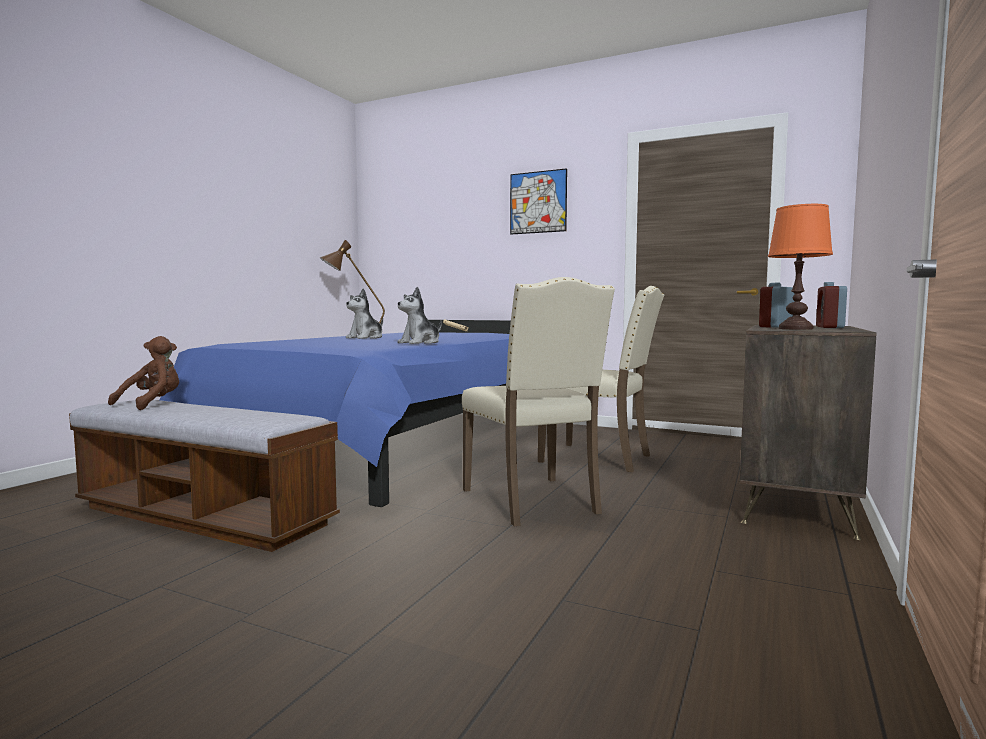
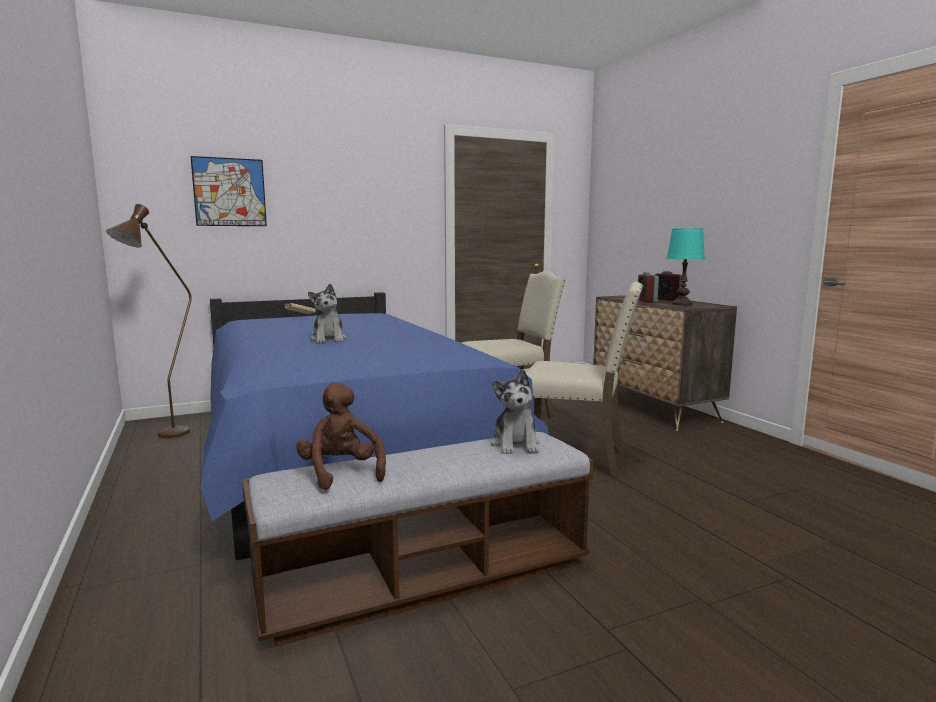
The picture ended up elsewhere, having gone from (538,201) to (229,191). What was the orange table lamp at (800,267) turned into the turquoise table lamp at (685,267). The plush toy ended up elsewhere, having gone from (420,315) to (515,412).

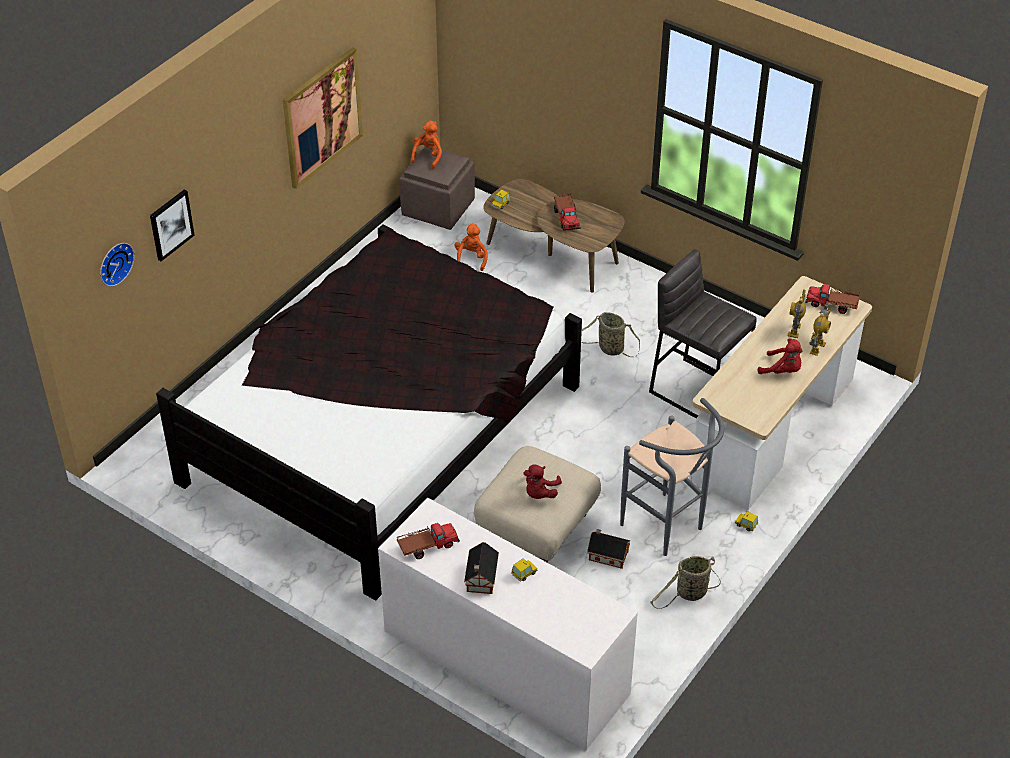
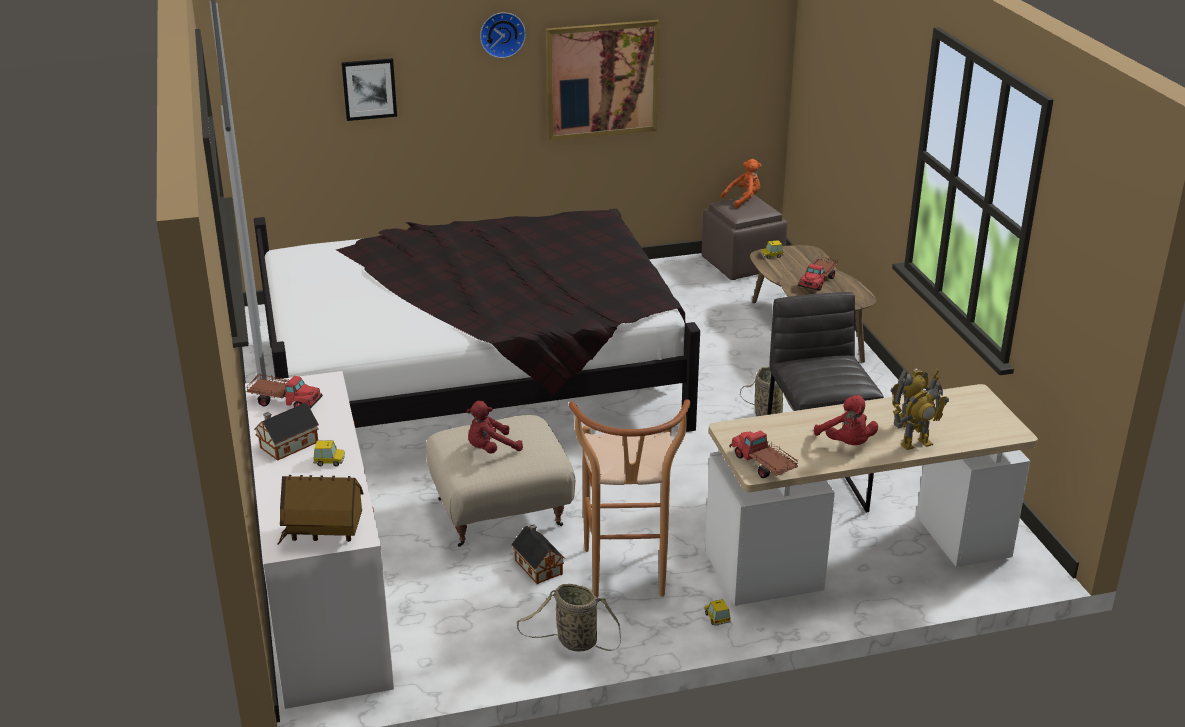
The second view lost the orange plush toy at (471,247). The wall clock ended up elsewhere, having gone from (117,264) to (503,35). The toy truck ended up elsewhere, having gone from (832,299) to (763,454). What was the grey stool at (672,477) turned into the brown stool at (630,498). The second view gained the toy house at (320,510).

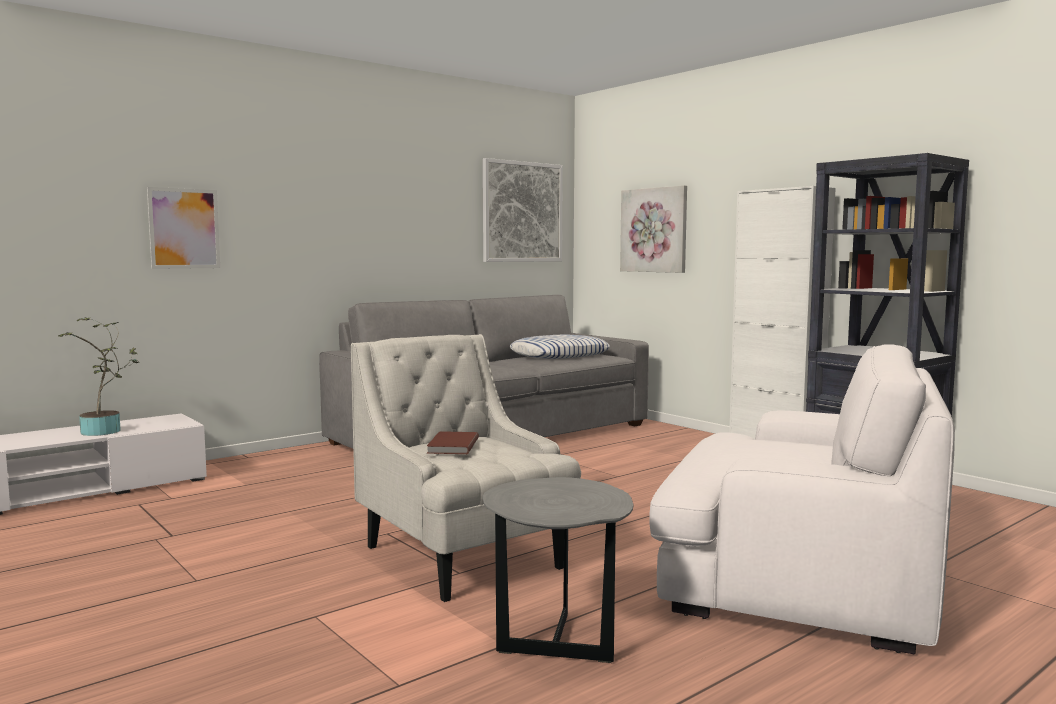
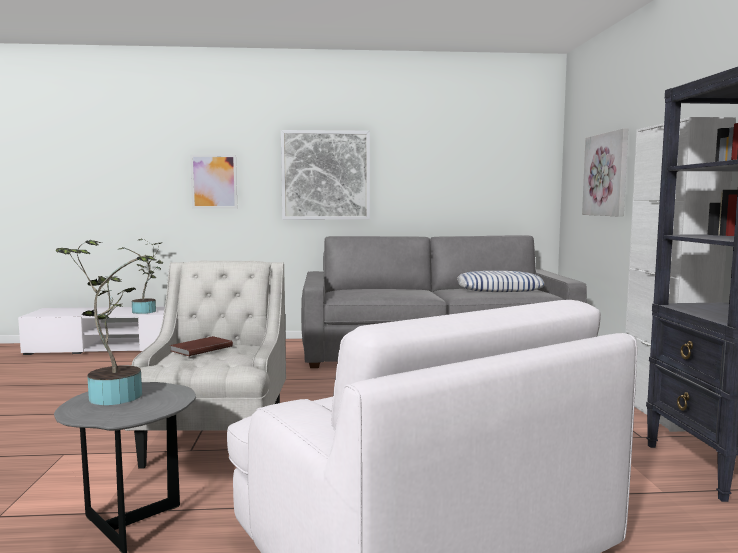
The picture ended up elsewhere, having gone from (523,210) to (325,175). The second view gained the potted plant at (106,322).

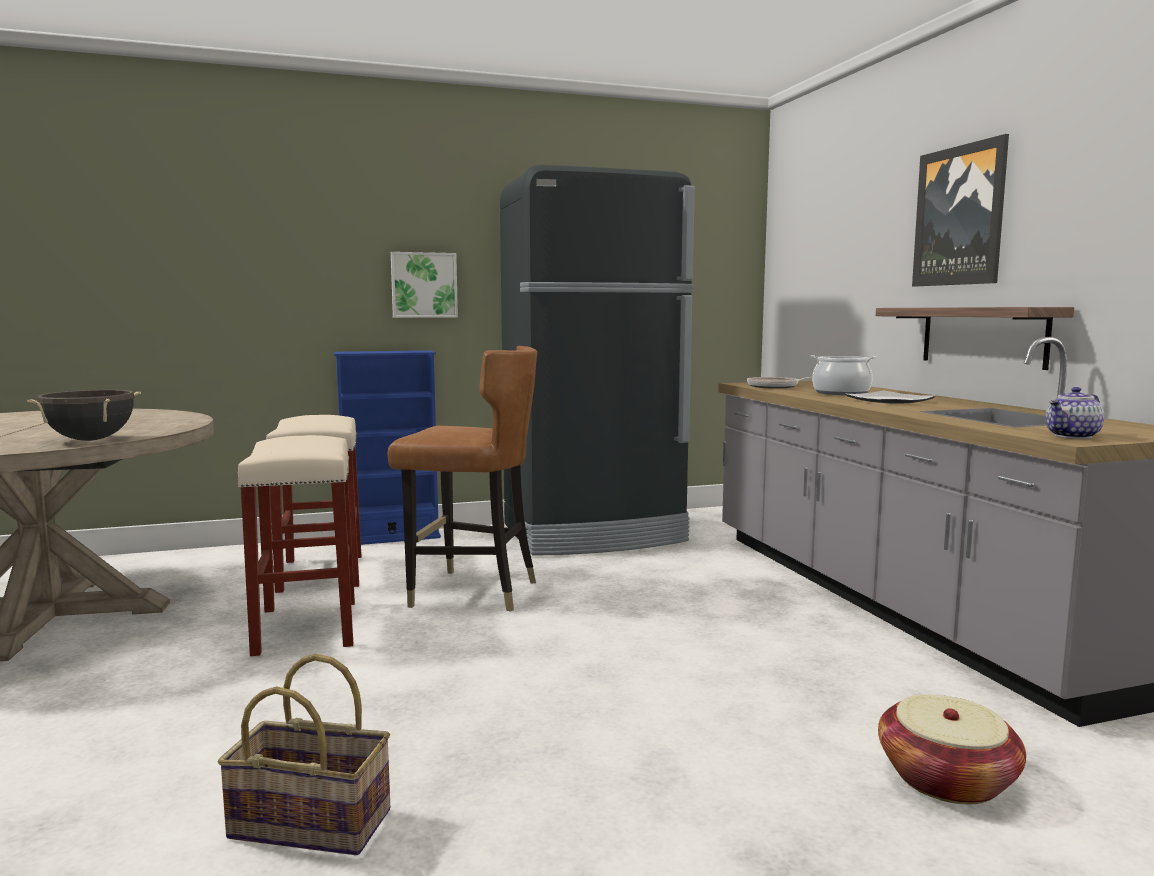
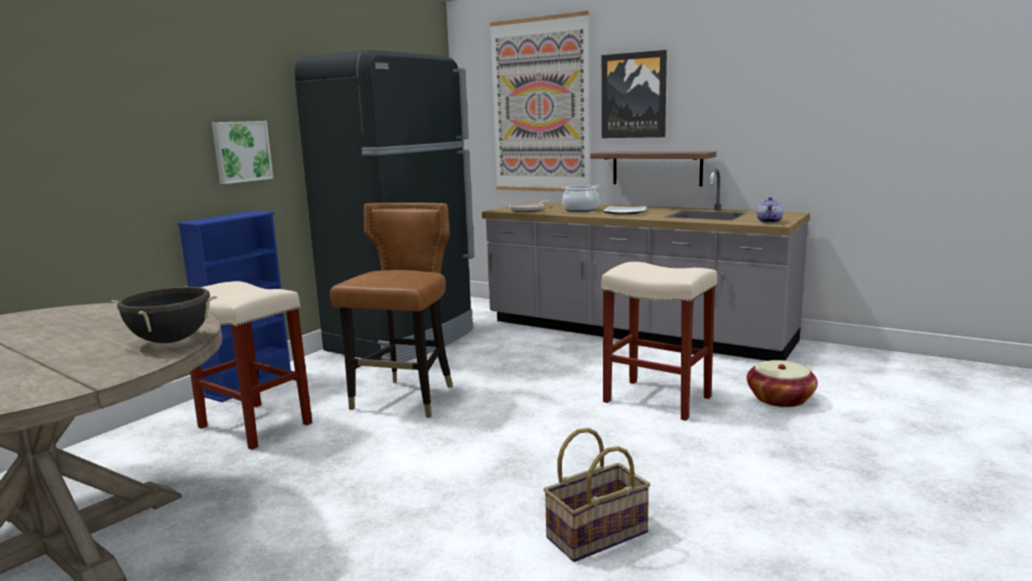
The brown chair at (462,479) ended up facing another way, 45 degrees counterclockwise from before. The beige stool ended up elsewhere, having gone from (296,545) to (659,341). The second view gained the picture at (540,101).

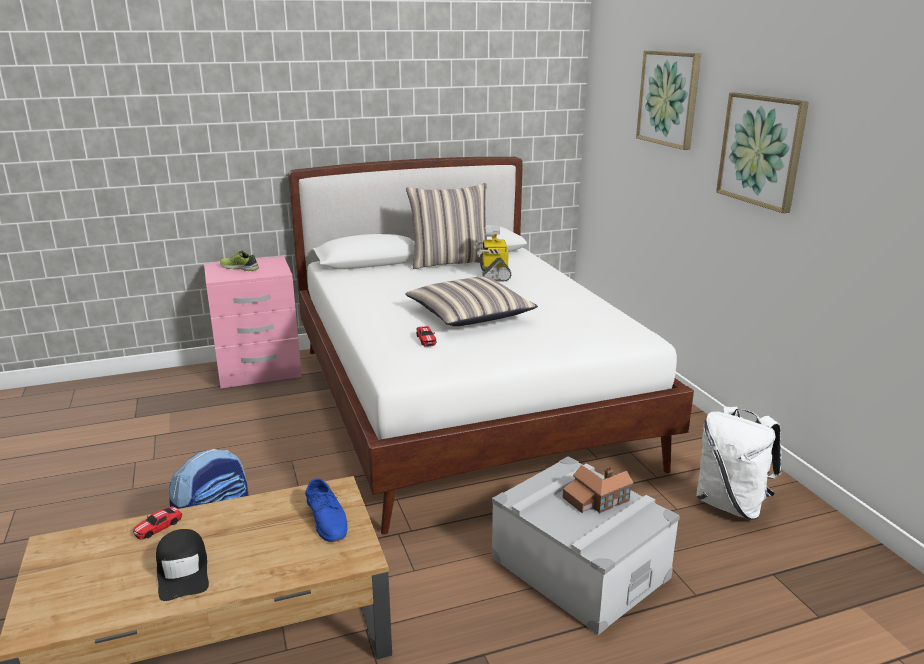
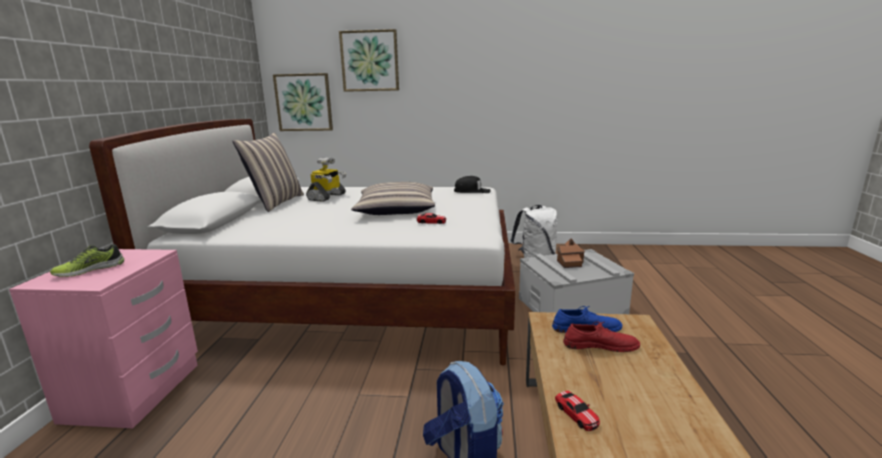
The picture ended up elsewhere, having gone from (762,152) to (303,102). The toy robot at (493,254) ended up facing another way, 90 degrees counterclockwise from before. The black cap ended up elsewhere, having gone from (182,565) to (472,184). The second view gained the red shoe at (601,337).

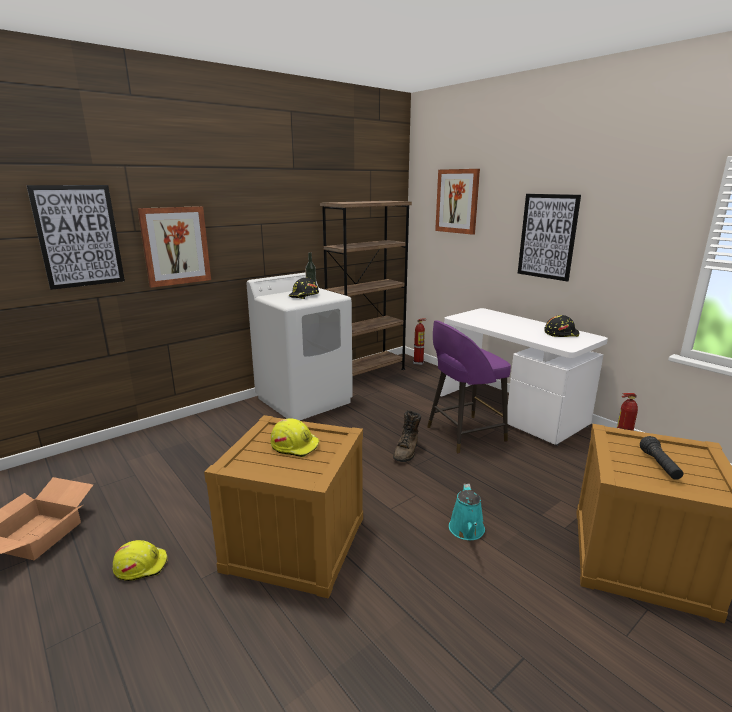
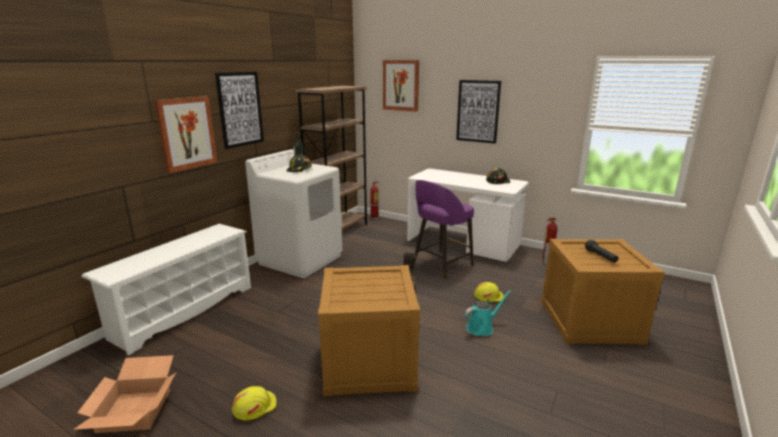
The picture ended up elsewhere, having gone from (75,237) to (239,110). The yellow hard hat ended up elsewhere, having gone from (295,437) to (489,292). The turquoise watering can at (467,512) ended up facing another way, 105 degrees counterclockwise from before. The second view gained the white shoe rack at (166,290).

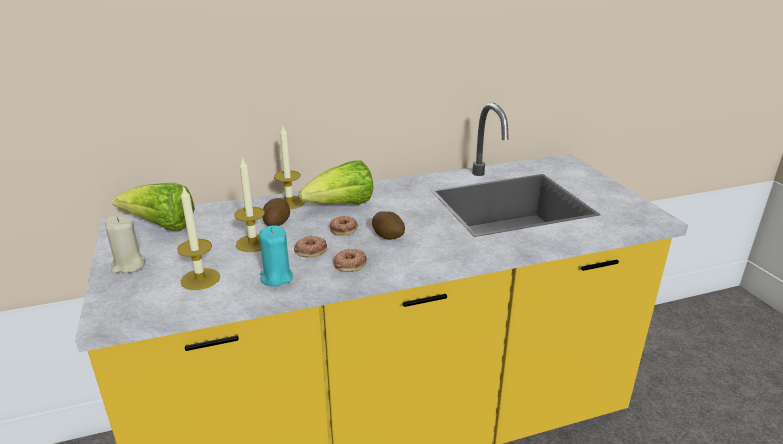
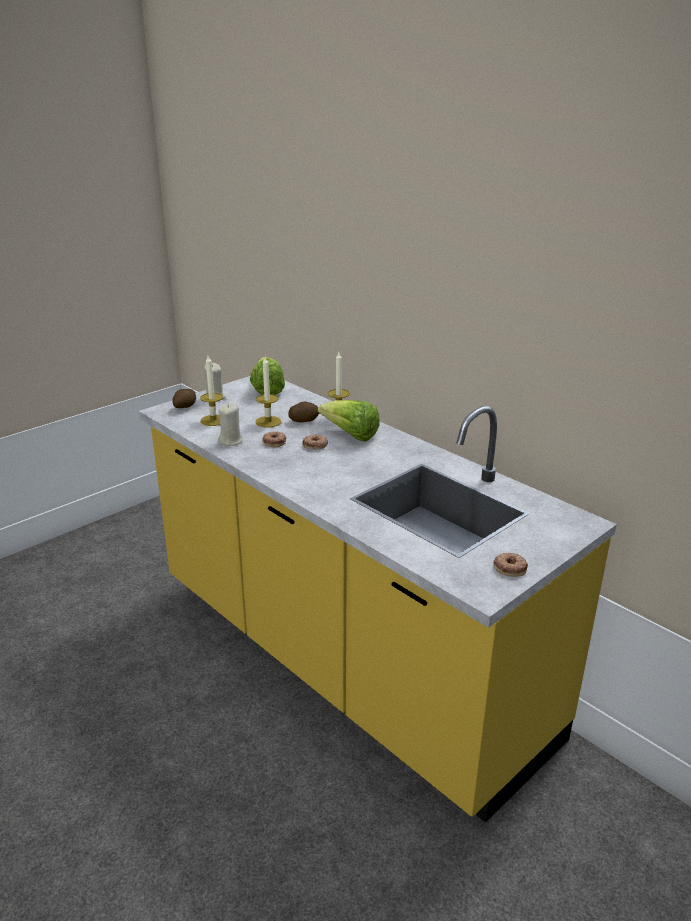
The potato ended up elsewhere, having gone from (388,225) to (184,398). What was the turquoise candle at (276,255) turned into the beige candle at (230,424). The donut ended up elsewhere, having gone from (350,260) to (510,565).

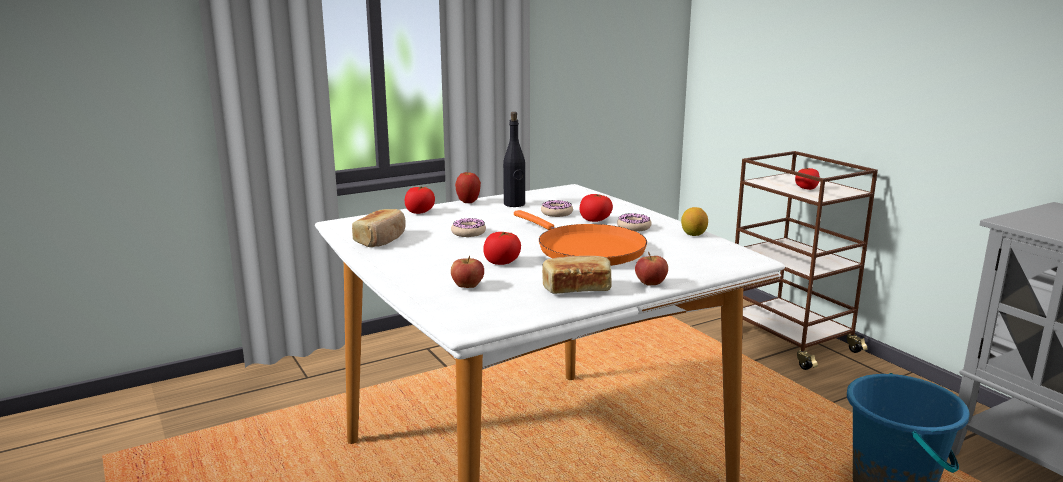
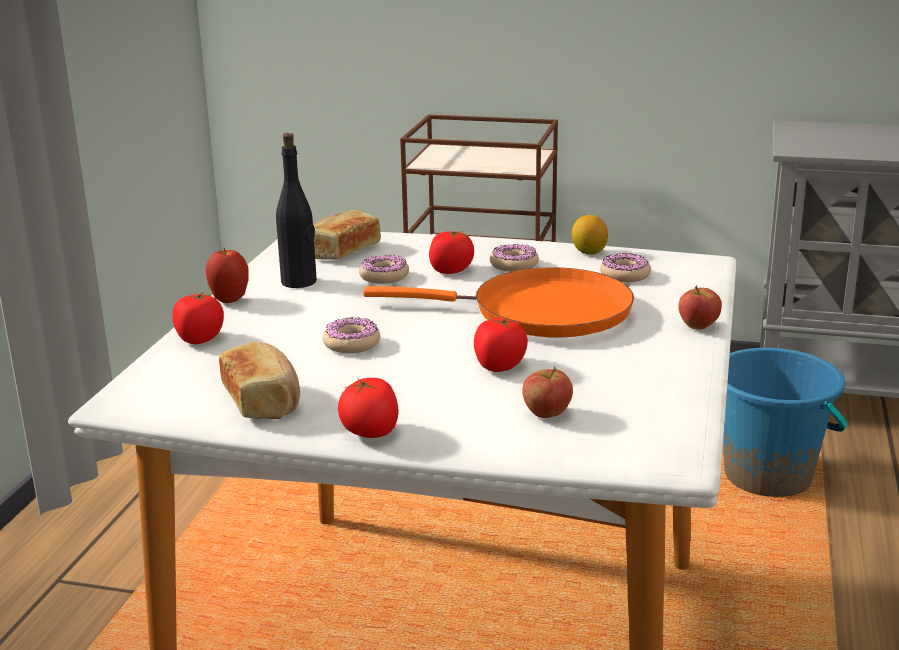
The tomato ended up elsewhere, having gone from (807,179) to (368,408). The bread ended up elsewhere, having gone from (576,275) to (347,235). The second view gained the donut at (625,267).

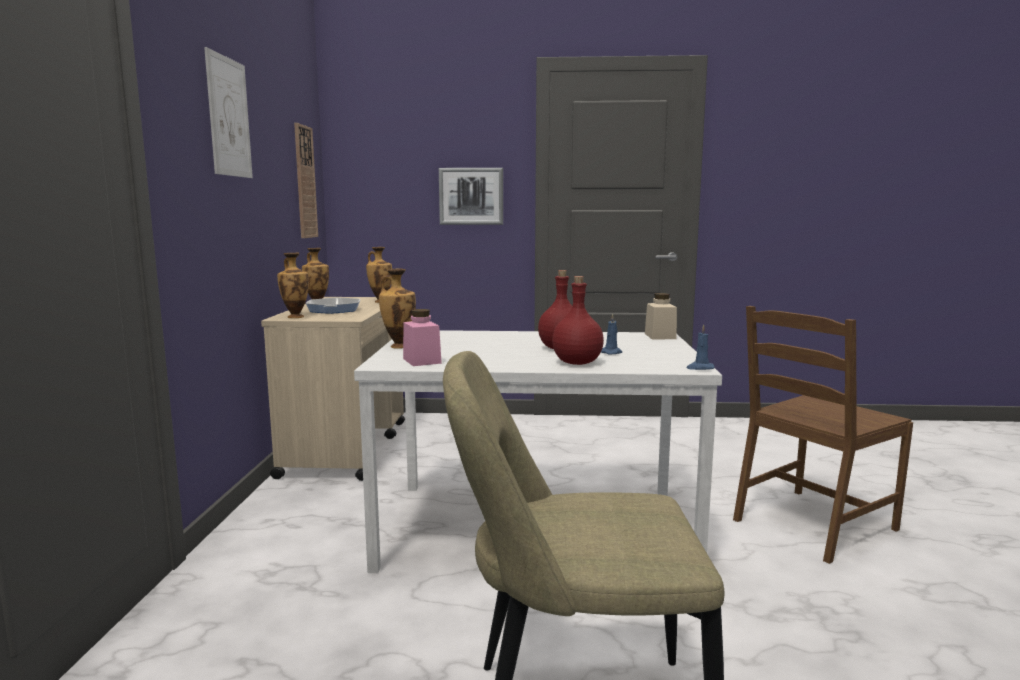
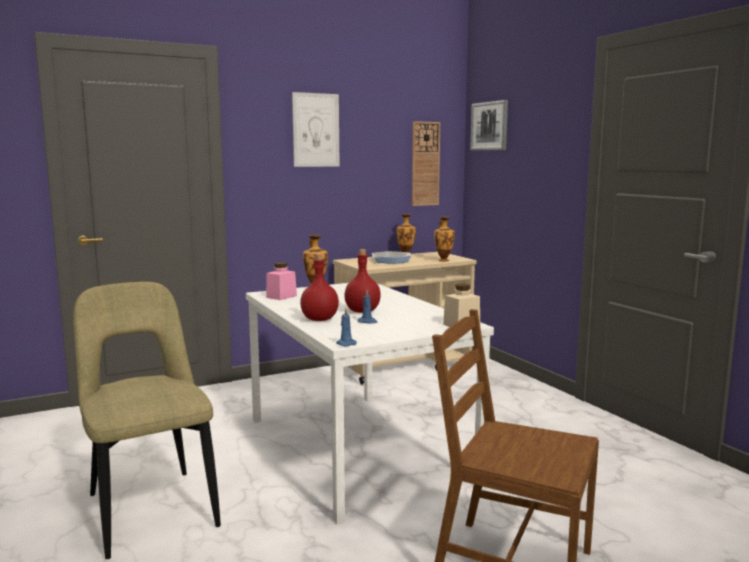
The picture ended up elsewhere, having gone from (471,196) to (489,125). The second view lost the vase at (293,285).

